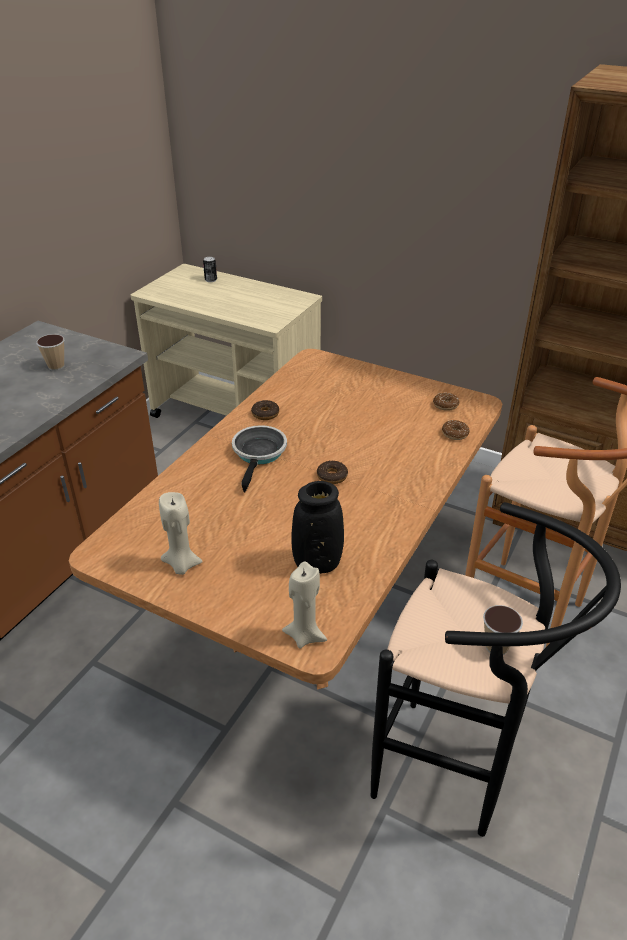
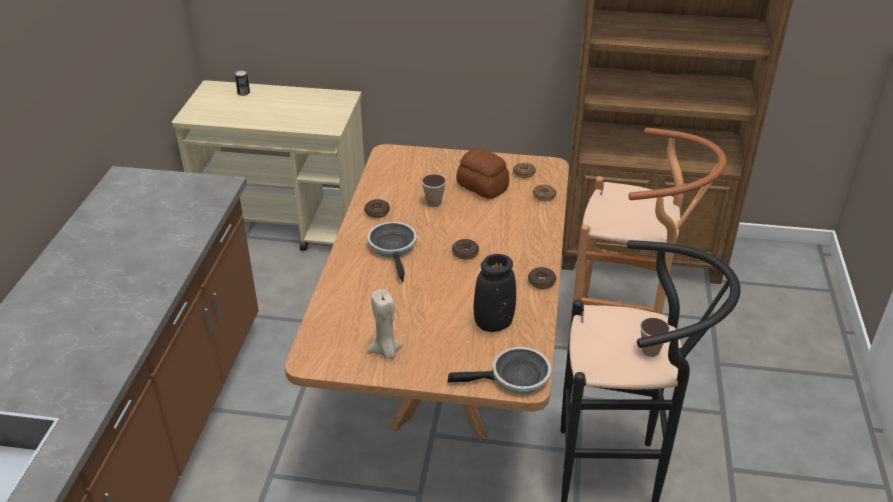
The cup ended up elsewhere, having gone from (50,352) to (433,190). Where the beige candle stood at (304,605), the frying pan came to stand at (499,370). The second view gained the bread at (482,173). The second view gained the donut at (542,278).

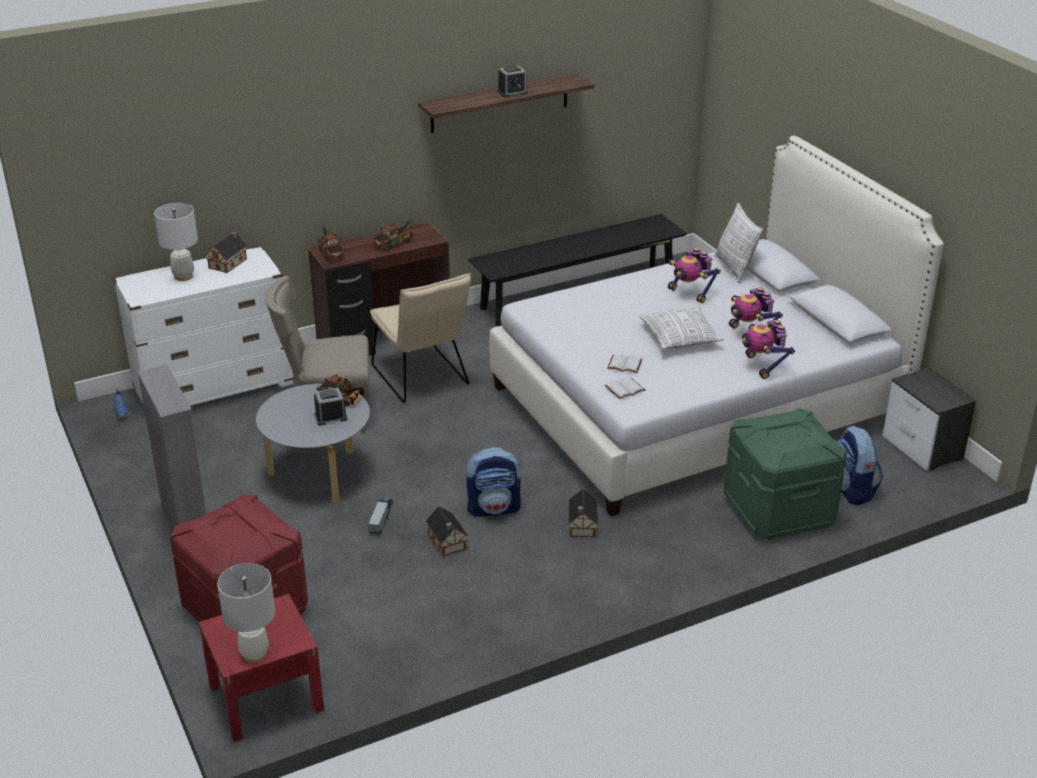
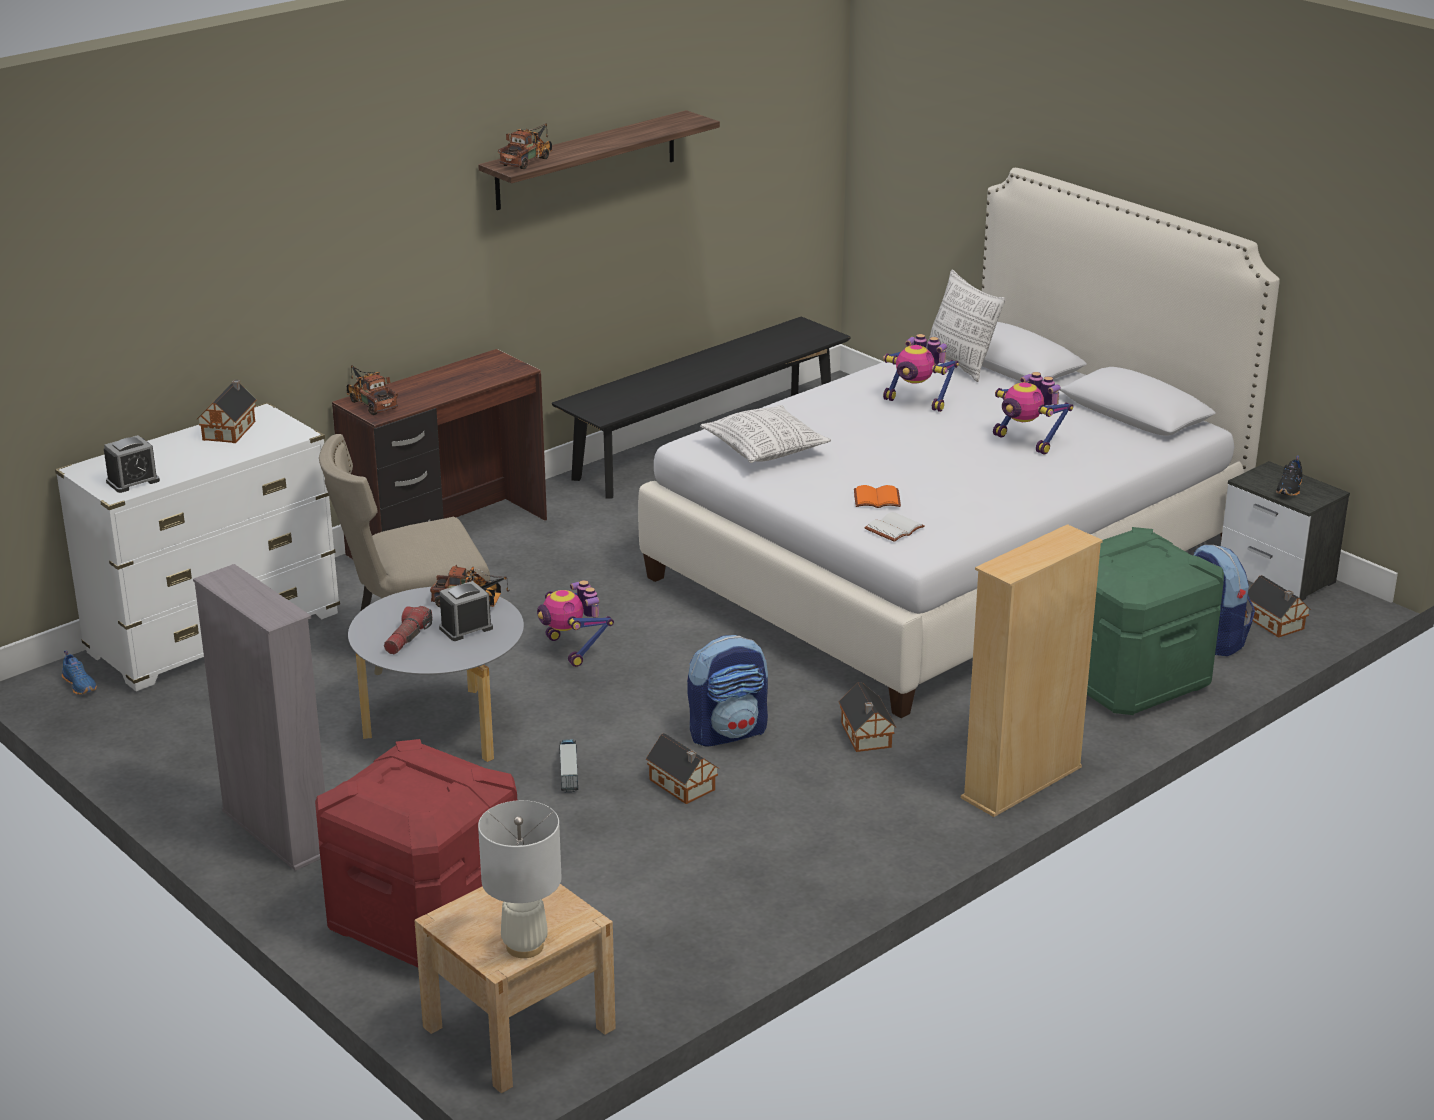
The alarm clock ended up elsewhere, having gone from (512,81) to (132,464). The second view lost the white table lamp at (176,242). The toy truck ended up elsewhere, having gone from (393,235) to (525,146). The second view lost the beige chair at (420,338). The pillow ended up elsewhere, having gone from (681,328) to (765,434). The toy robot ended up elsewhere, having gone from (768,349) to (575,623). What was the white book at (624,363) turned into the orange book at (877,496). What was the red nightstand at (261,668) turned into the beige nightstand at (515,988). The second view gained the black shoe at (1289,476). The second view gained the beige bookcase at (1032,670). The second view gained the toy house at (1278,606). The second view gained the flashlight at (408,630).

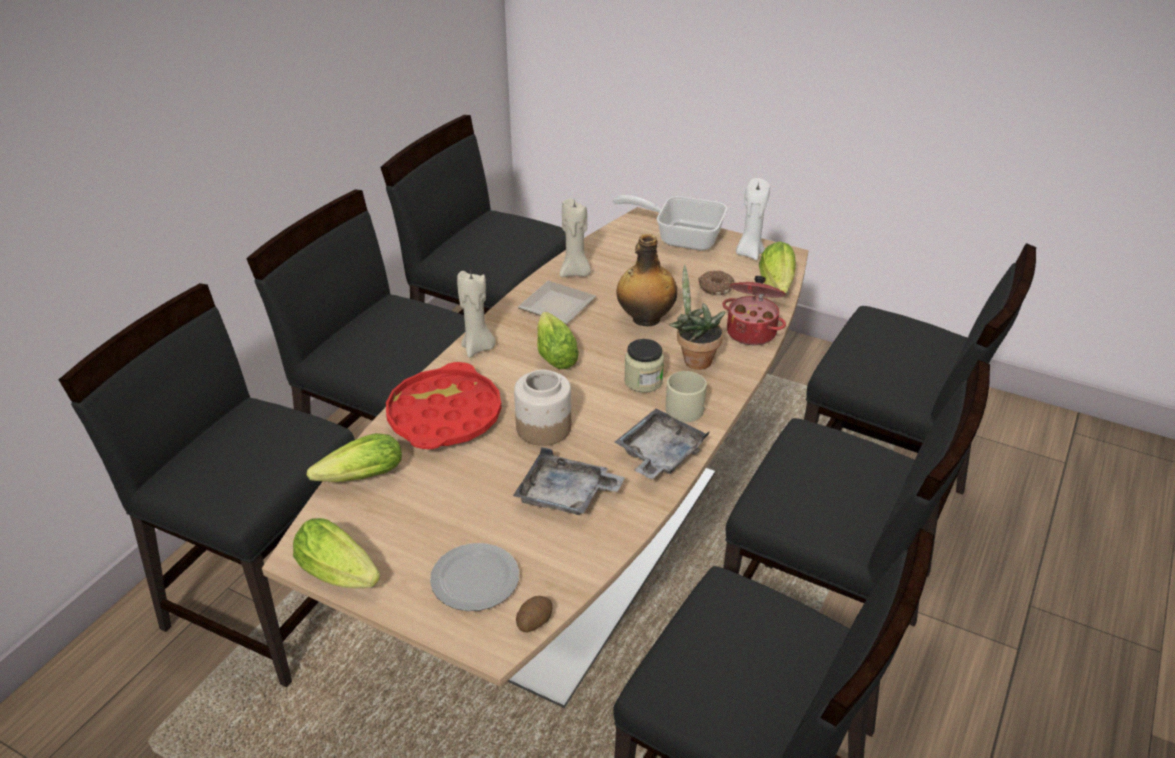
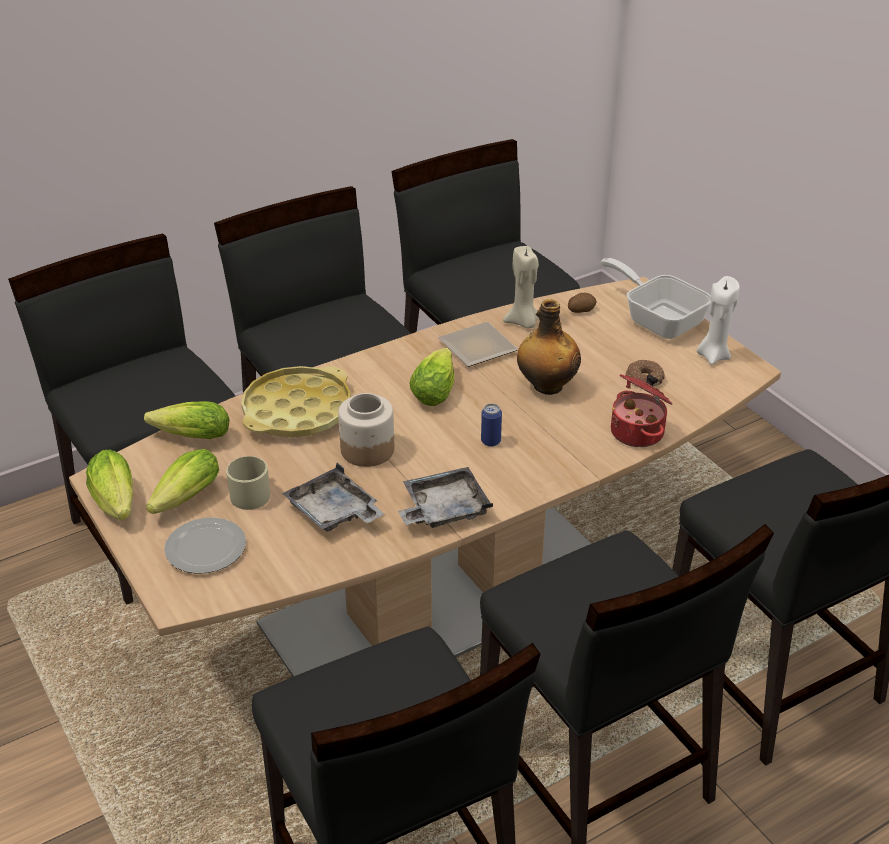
The lettuce ended up elsewhere, having gone from (777,267) to (182,481). The second view lost the potted plant at (697,317). The second view lost the beige candle at (476,314). Where the jar stood at (644,366), the can came to stand at (491,425). What was the red tray at (443,405) turned into the yellow tray at (296,401). The beige mug ended up elsewhere, having gone from (686,396) to (248,483). The potato ended up elsewhere, having gone from (534,614) to (582,303).

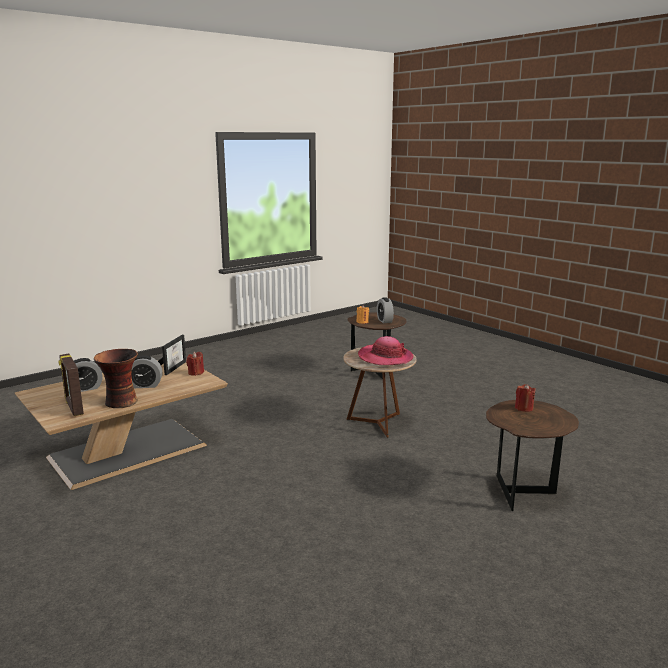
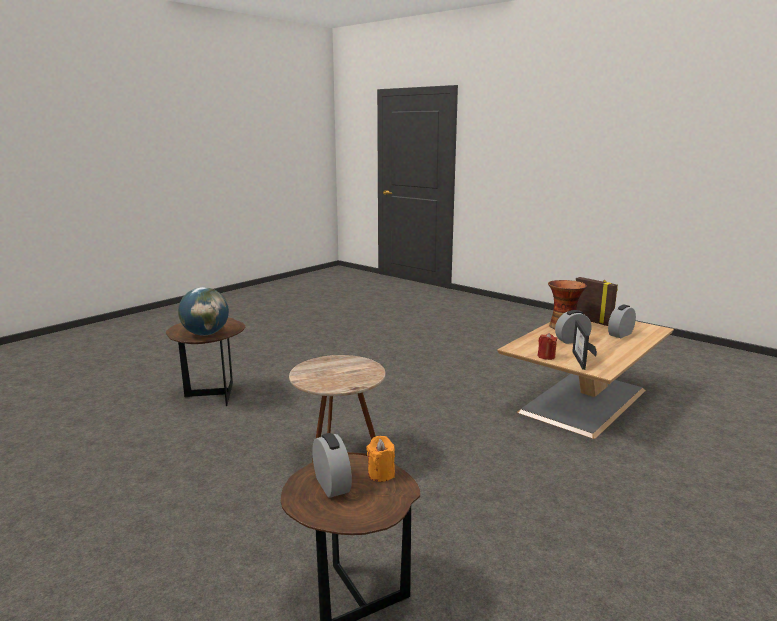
The second view lost the hat at (386,350). Where the red candle stood at (525,398), the globe came to stand at (203,311).

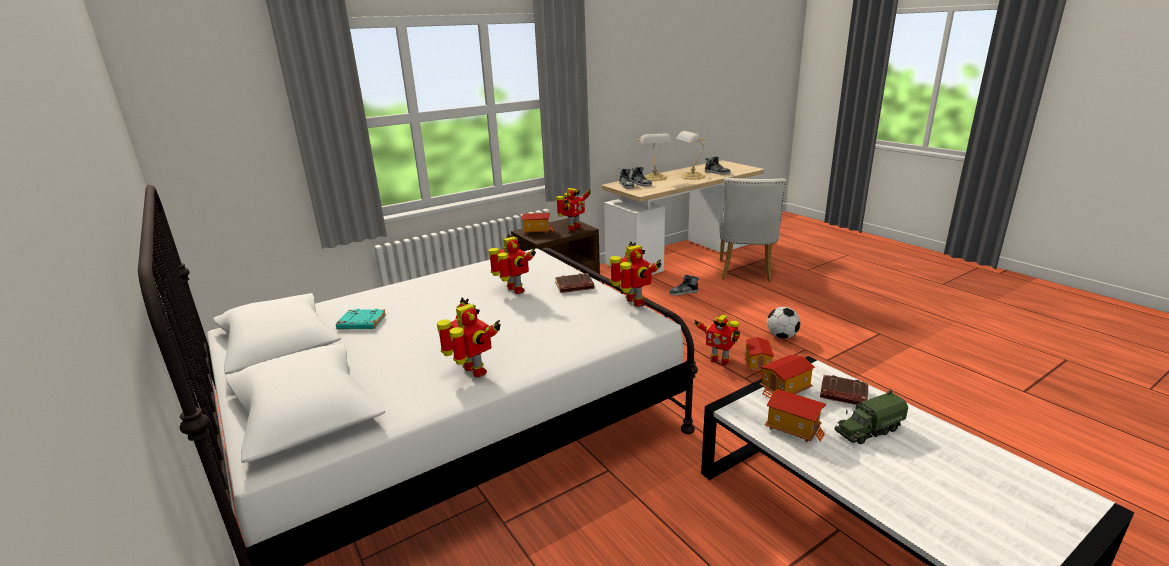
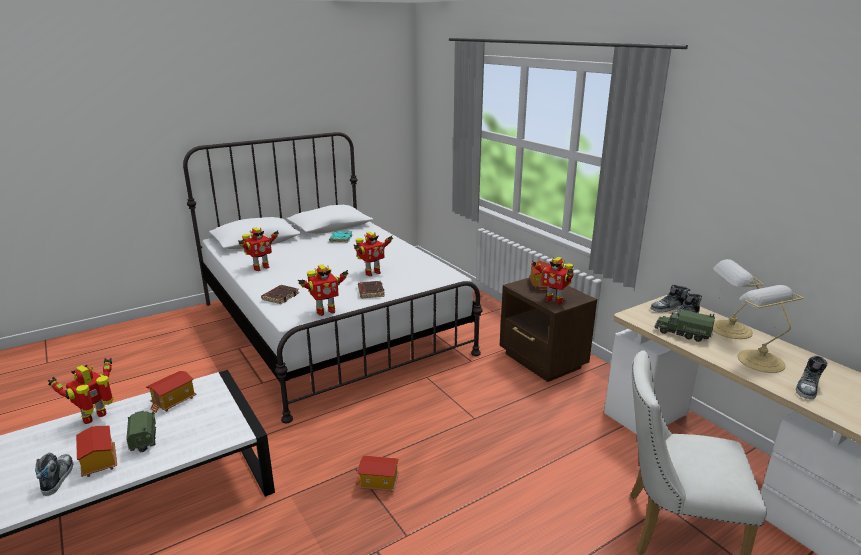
The shoe ended up elsewhere, having gone from (684,285) to (54,474). The second view lost the football at (783,323). The toy robot ended up elsewhere, having gone from (717,340) to (81,391). The toy house ended up elsewhere, having gone from (787,376) to (96,451). The brown book ended up elsewhere, having gone from (844,390) to (280,294). The second view gained the toy truck at (685,326).

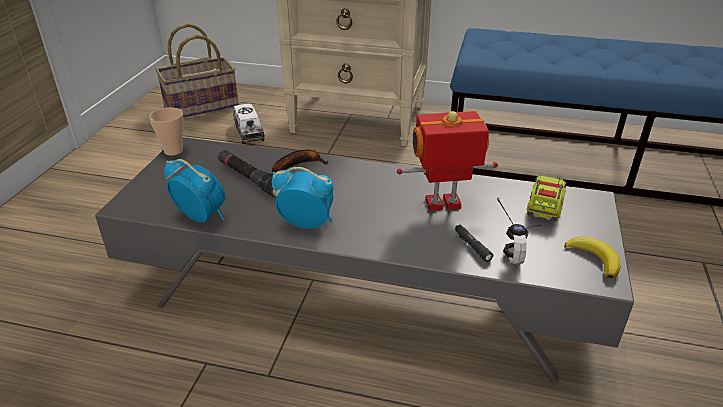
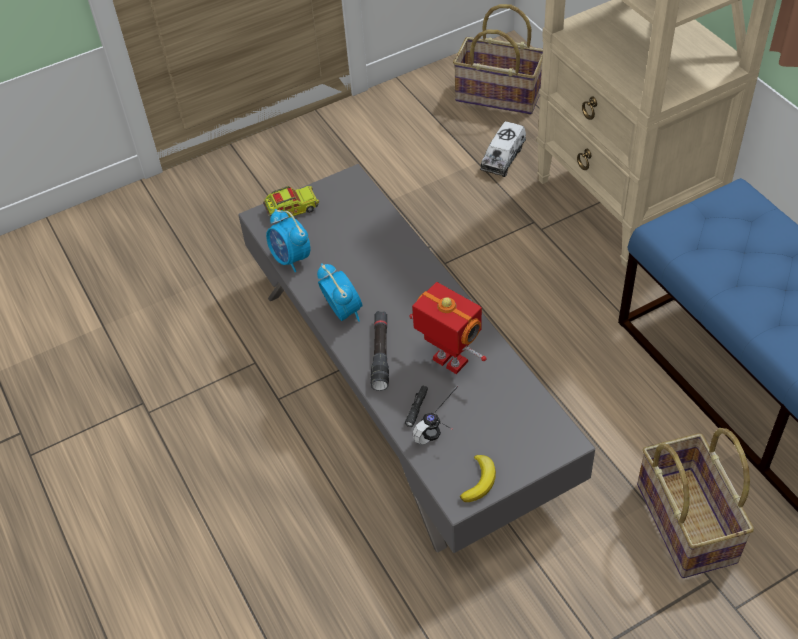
The second view lost the cup at (166,132). The black flashlight ended up elsewhere, having gone from (249,173) to (380,351). The second view lost the banana at (300,161). The alarm clock at (194,190) ended up facing another way, 150 degrees clockwise from before. The toy truck ended up elsewhere, having gone from (546,198) to (291,203). The second view gained the basket at (695,503).

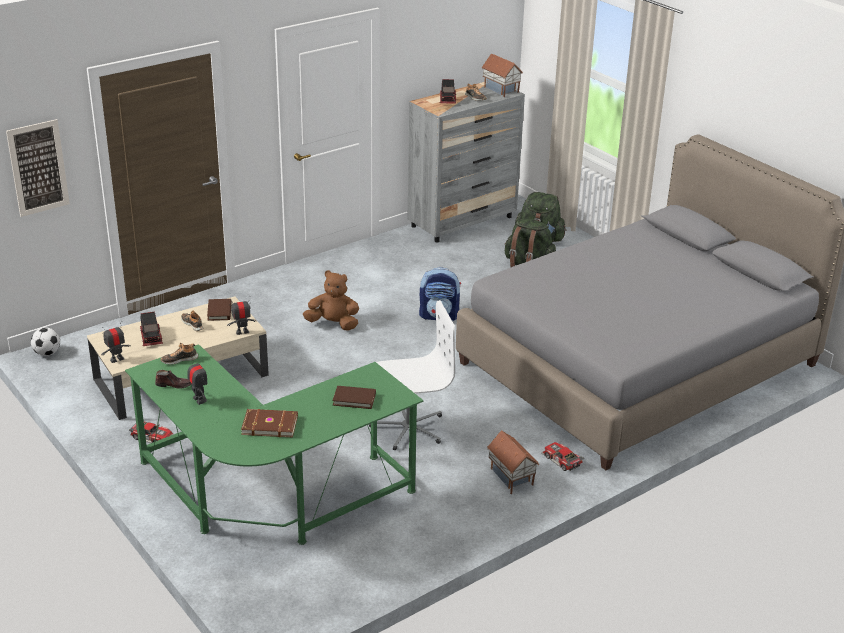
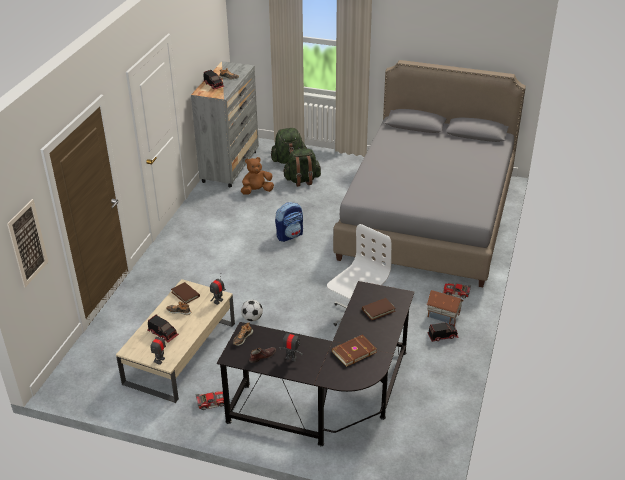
The second view lost the toy house at (502,75). The brown plush toy ended up elsewhere, having gone from (331,300) to (257,175). The football ended up elsewhere, having gone from (45,342) to (252,310). What was the green desk at (274,444) turned into the black desk at (316,363). The second view gained the toy truck at (443,332).

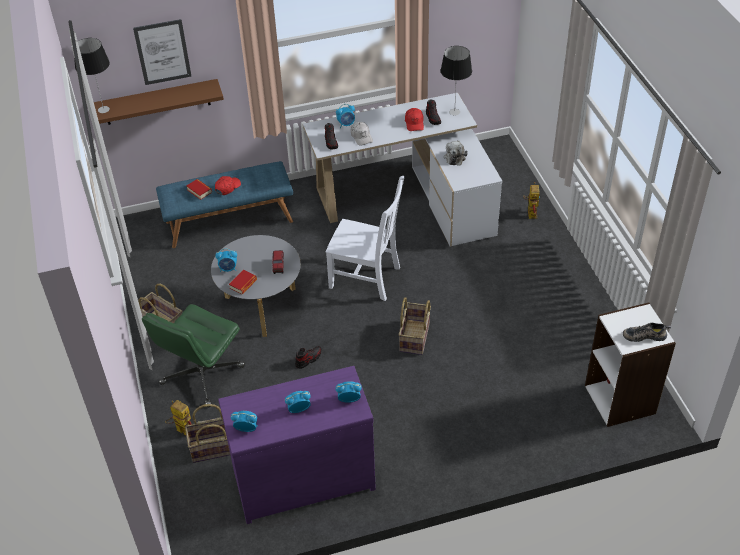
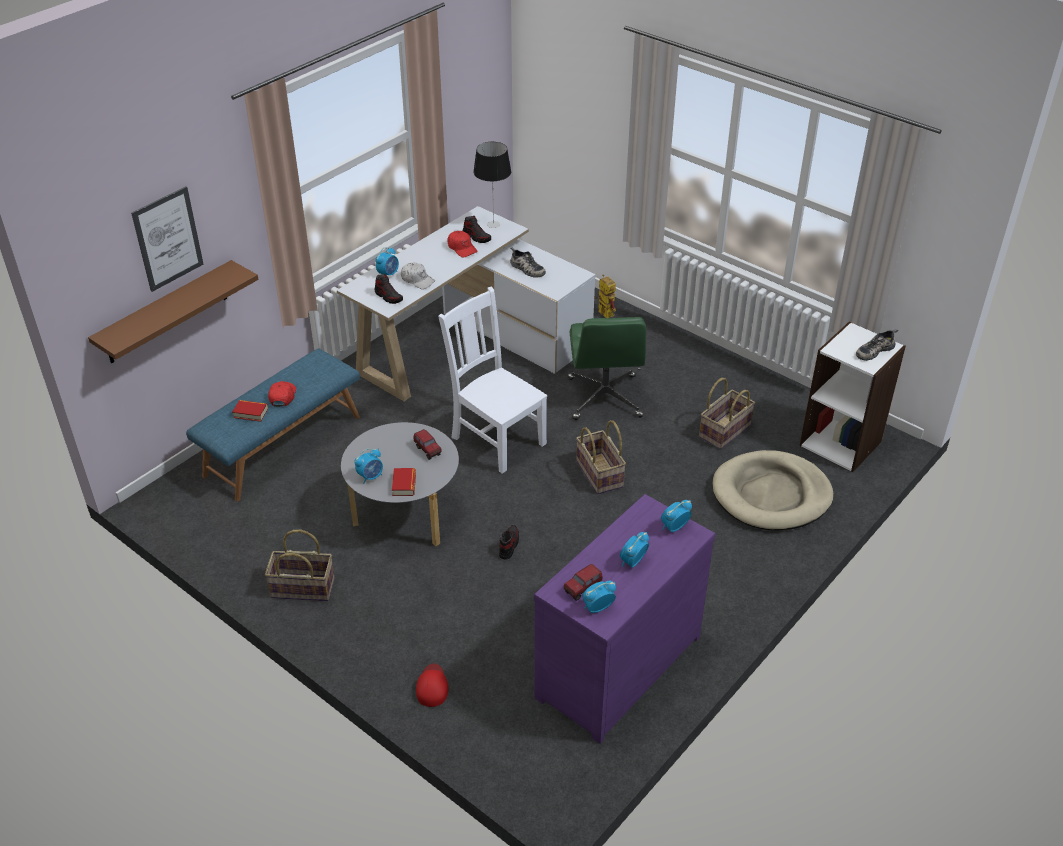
The second view lost the table lamp at (92,75). Where the plush toy stood at (456,153), the shoe came to stand at (528,262). The white chair at (365,238) ended up facing another way, 120 degrees counterclockwise from before. The green office chair ended up elsewhere, having gone from (193,355) to (607,368). Where the toy robot stood at (178,417), the red cap came to stand at (432,685). The basket ended up elsewhere, having gone from (207,433) to (727,413). The second view gained the beige dog bed at (773,490). The second view gained the toy truck at (583,582).

